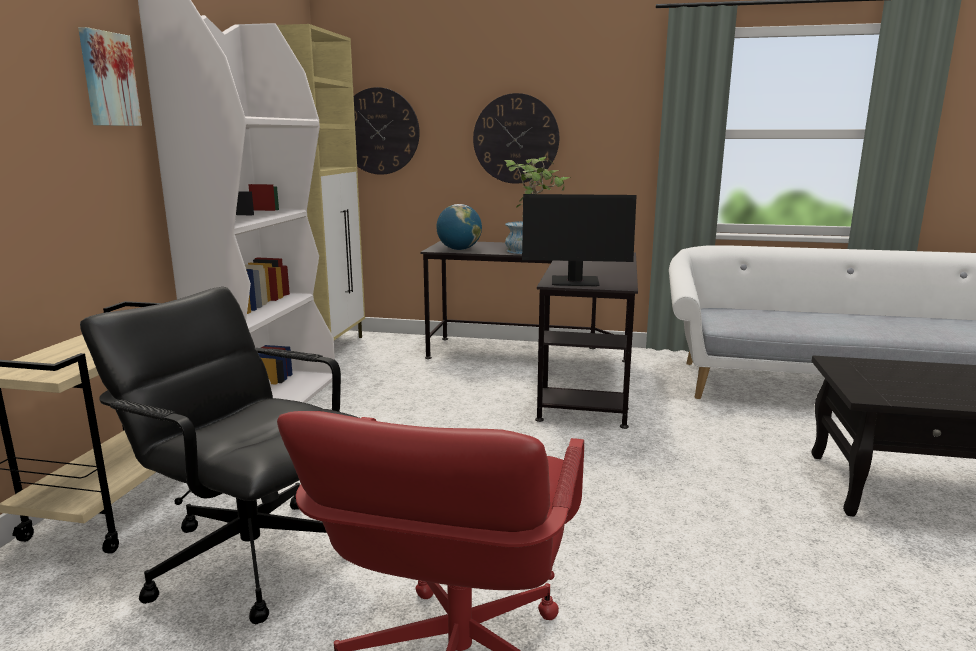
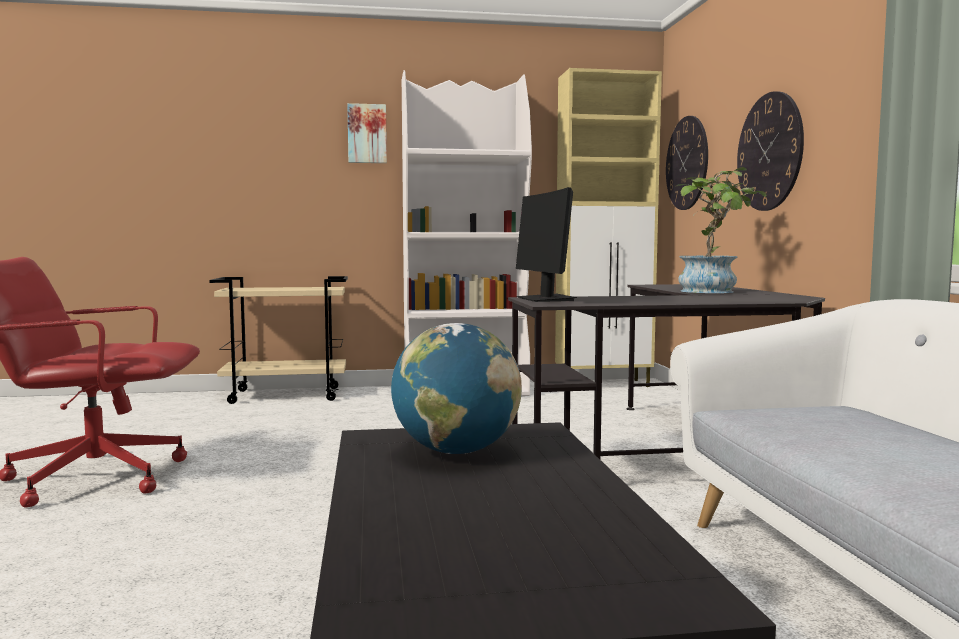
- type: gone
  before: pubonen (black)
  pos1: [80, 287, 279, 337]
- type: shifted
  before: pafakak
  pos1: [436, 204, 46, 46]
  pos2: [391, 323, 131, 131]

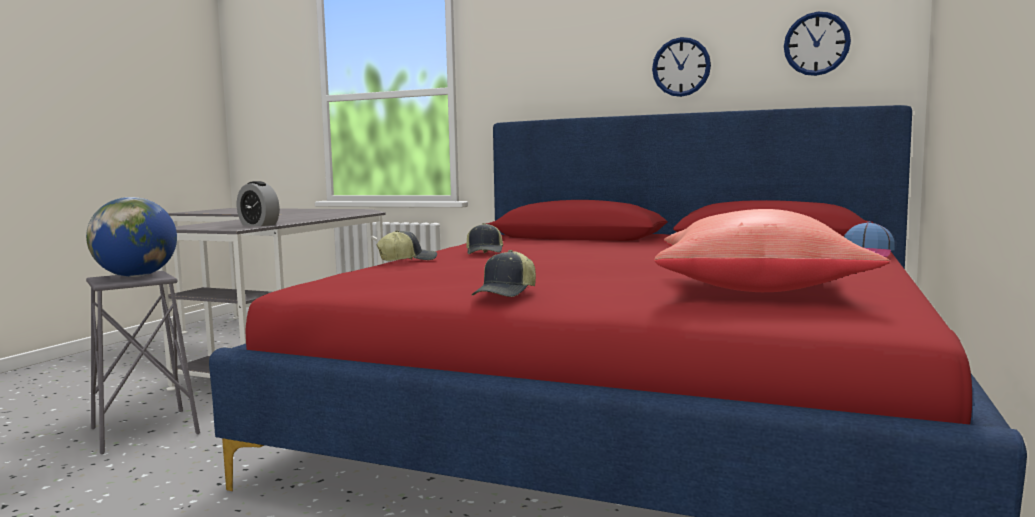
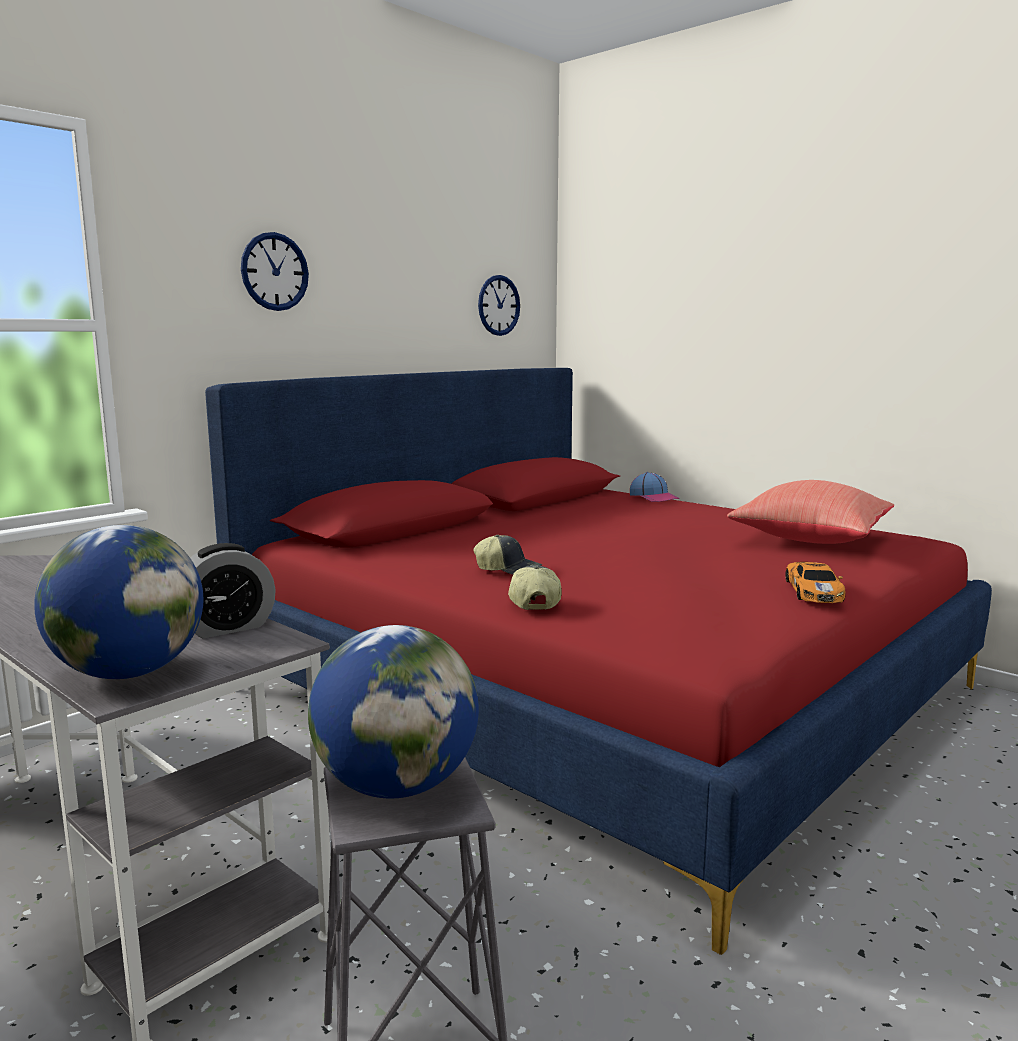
- type: new
  after: pafakak
  pos2: [34, 525, 169, 154]
- type: shifted
  before: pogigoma
  pos1: [652, 37, 59, 60]
  pos2: [241, 232, 68, 79]
- type: swapped
  before: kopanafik
  after: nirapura
  pos1: [472, 250, 64, 47]
  pos2: [785, 562, 61, 41]

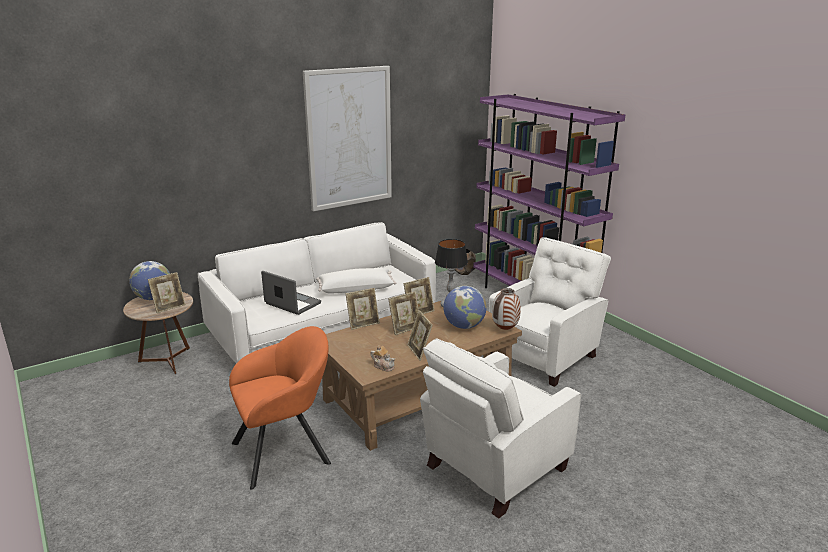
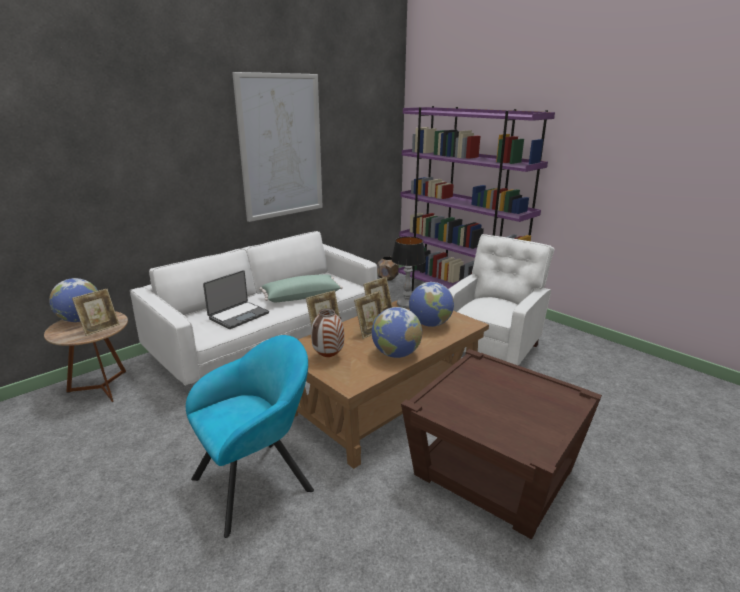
- type: gone
  before: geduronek
  pos1: [370, 345, 25, 27]
- type: shifted
  before: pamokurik
  pos1: [492, 288, 29, 42]
  pos2: [311, 308, 33, 49]
- type: swapped
  before: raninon
  after: pafakak
  pos1: [407, 310, 26, 51]
  pos2: [372, 307, 50, 51]
- type: swapped
  before: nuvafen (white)
  after: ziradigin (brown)
  pos1: [420, 338, 161, 181]
  pos2: [401, 349, 201, 190]
- type: repainted
  before: nuvafen (orange)
  after: nuvafen (turquoise)
  pos1: [229, 326, 102, 163]
  pos2: [186, 335, 128, 203]
- type: repainted
  before: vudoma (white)
  after: vudoma (green)
  pos1: [316, 268, 80, 25]
  pos2: [259, 274, 84, 28]
- type: rotated
  before: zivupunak
  pos1: [261, 271, 60, 44]
  pos2: [203, 270, 66, 59]
  turn: 105

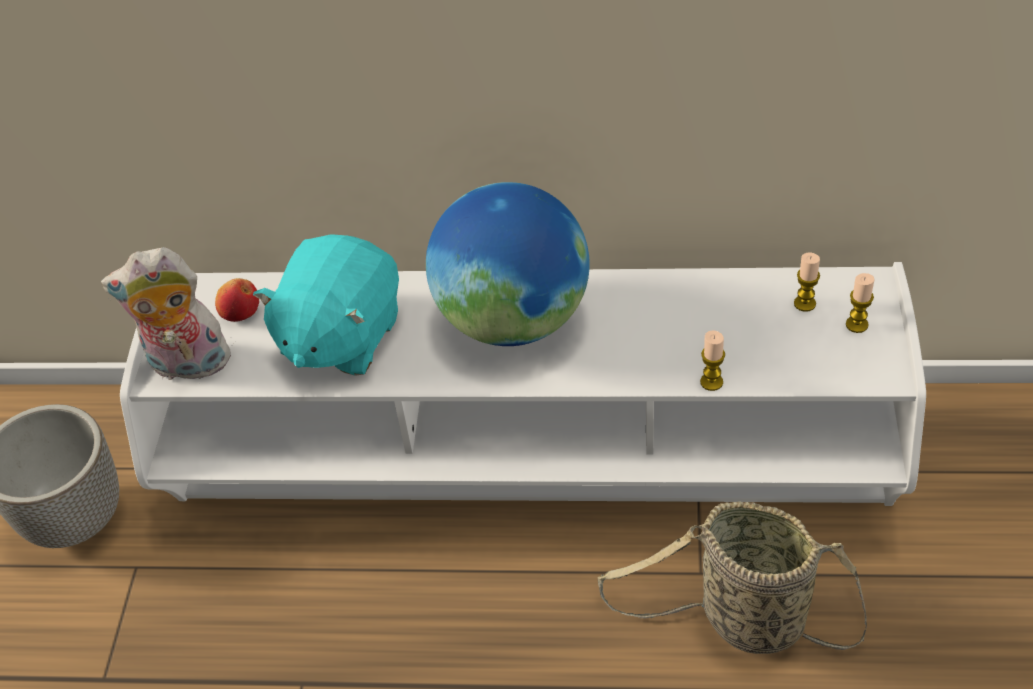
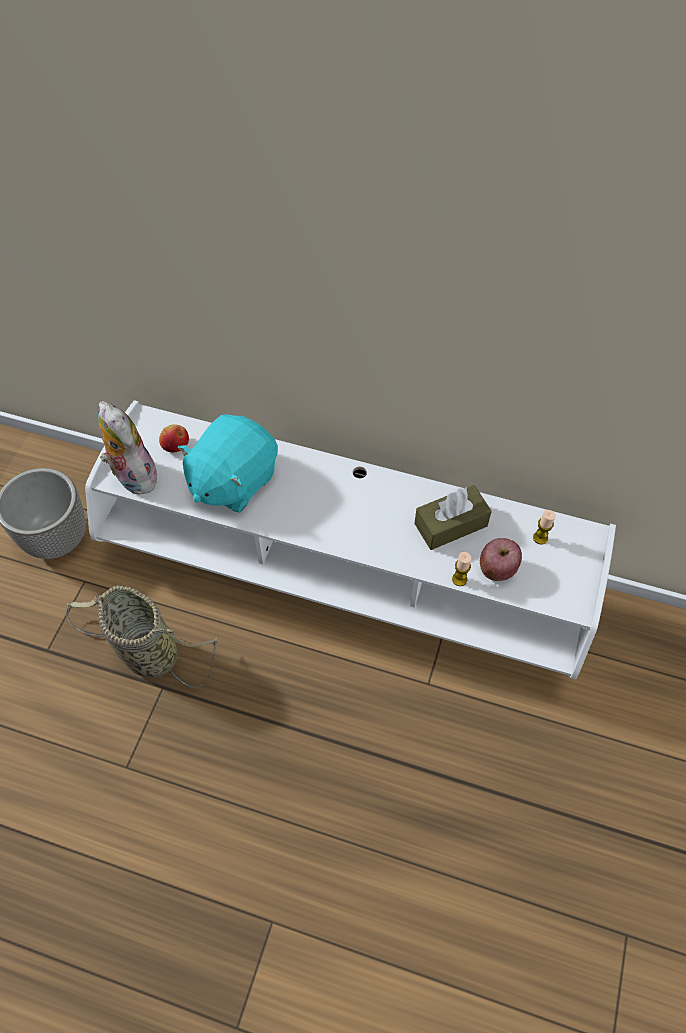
- type: gone
  before: pafakak
  pos1: [426, 182, 164, 164]
- type: gone
  before: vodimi
  pos1: [846, 273, 29, 60]
- type: new
  after: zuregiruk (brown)
  pos2: [414, 485, 78, 65]
- type: new
  after: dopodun
  pos2: [480, 538, 42, 43]
- type: shifted
  before: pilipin
  pos1: [598, 501, 269, 153]
  pos2: [66, 585, 151, 103]
- type: rotated
  before: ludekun
  pos1: [101, 247, 132, 133]
  pos2: [98, 401, 61, 94]
  turn: 45

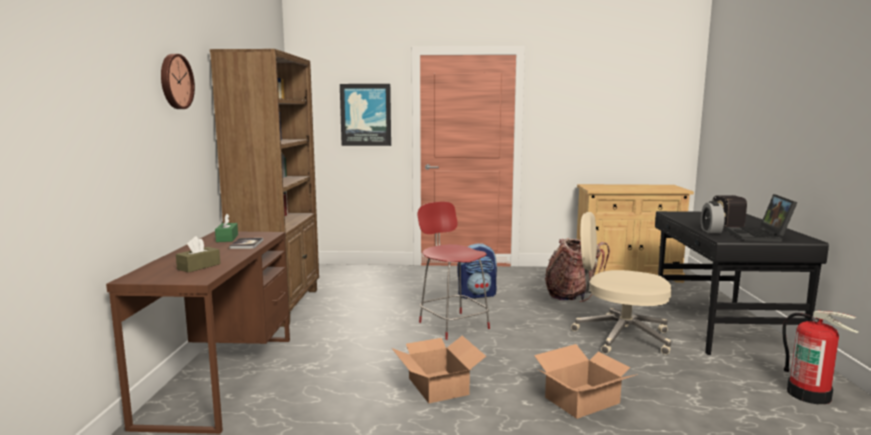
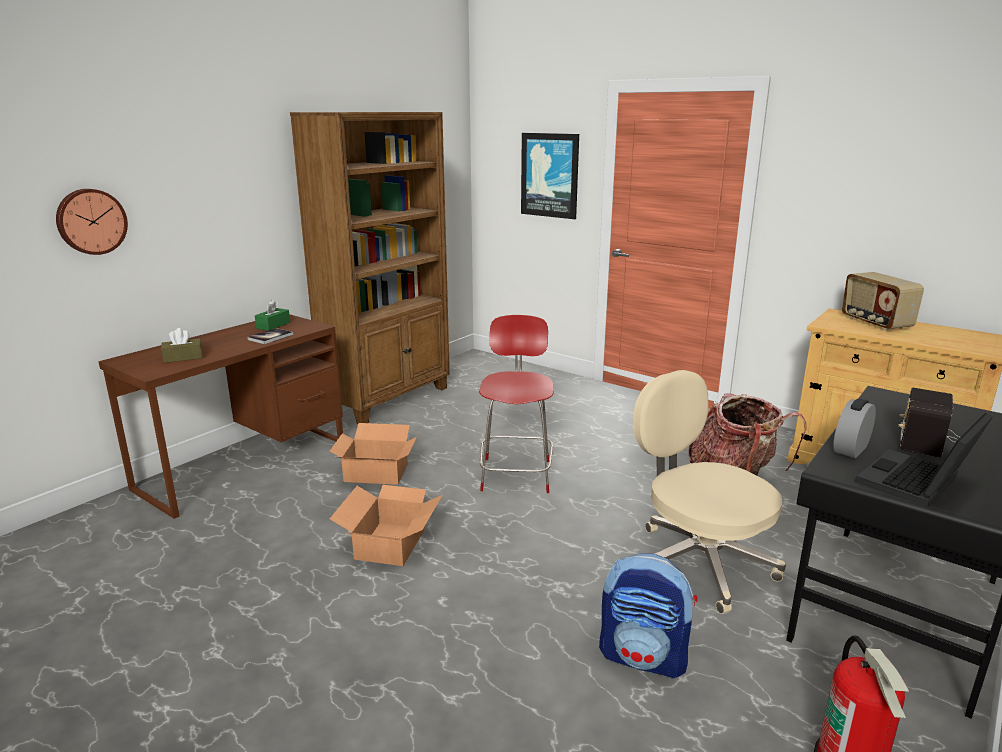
- type: new
  after: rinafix
  pos2: [842, 272, 82, 59]
- type: shifted
  before: pogigoma
  pos1: [161, 54, 34, 55]
  pos2: [56, 189, 72, 66]
- type: shifted
  before: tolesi
  pos1: [457, 243, 40, 56]
  pos2: [599, 554, 99, 125]
- type: shifted
  before: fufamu
  pos1: [534, 344, 104, 75]
  pos2: [330, 423, 87, 62]

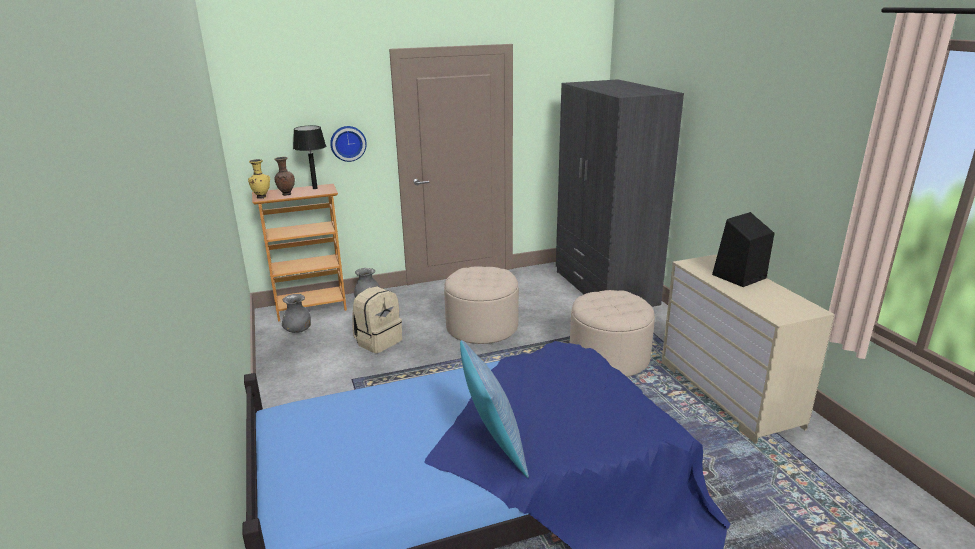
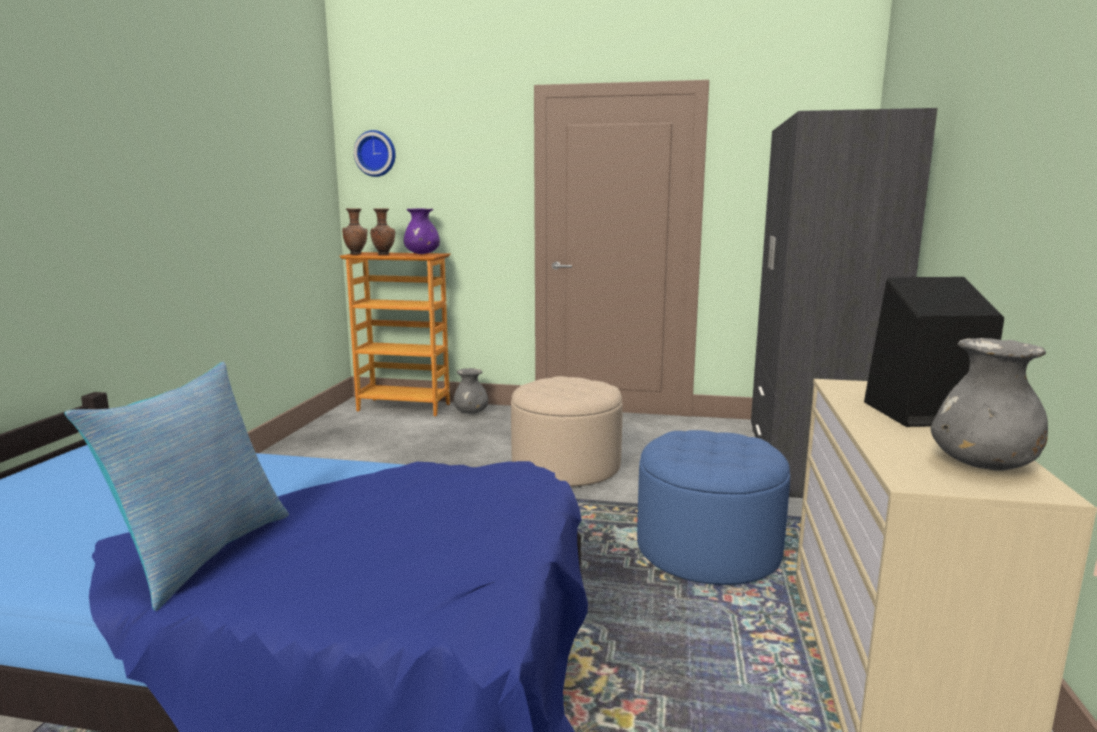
- type: gone
  before: tolesi (beige)
  pos1: [352, 286, 50, 67]
- type: shifted
  before: pamokurik (grey)
  pos1: [282, 294, 29, 39]
  pos2: [931, 338, 117, 133]
- type: shifted
  before: pogigoma
  pos1: [330, 126, 37, 36]
  pos2: [354, 130, 42, 47]
- type: swapped
  before: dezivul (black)
  after: pamokurik (purple)
  pos1: [293, 126, 33, 63]
  pos2: [404, 208, 36, 46]
- type: repainted
  before: pamokurik (yellow)
  after: pamokurik (brown)
  pos1: [248, 159, 22, 40]
  pos2: [342, 208, 26, 47]
- type: repainted
  before: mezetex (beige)
  after: mezetex (blue)
  pos1: [570, 290, 85, 87]
  pos2: [637, 430, 153, 155]

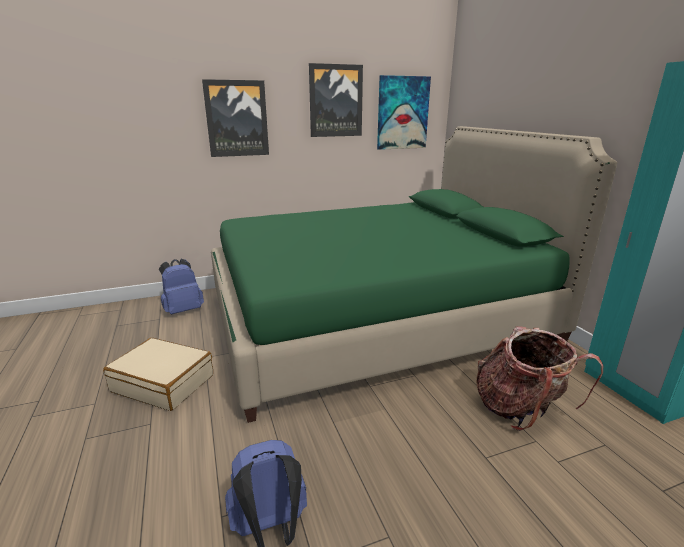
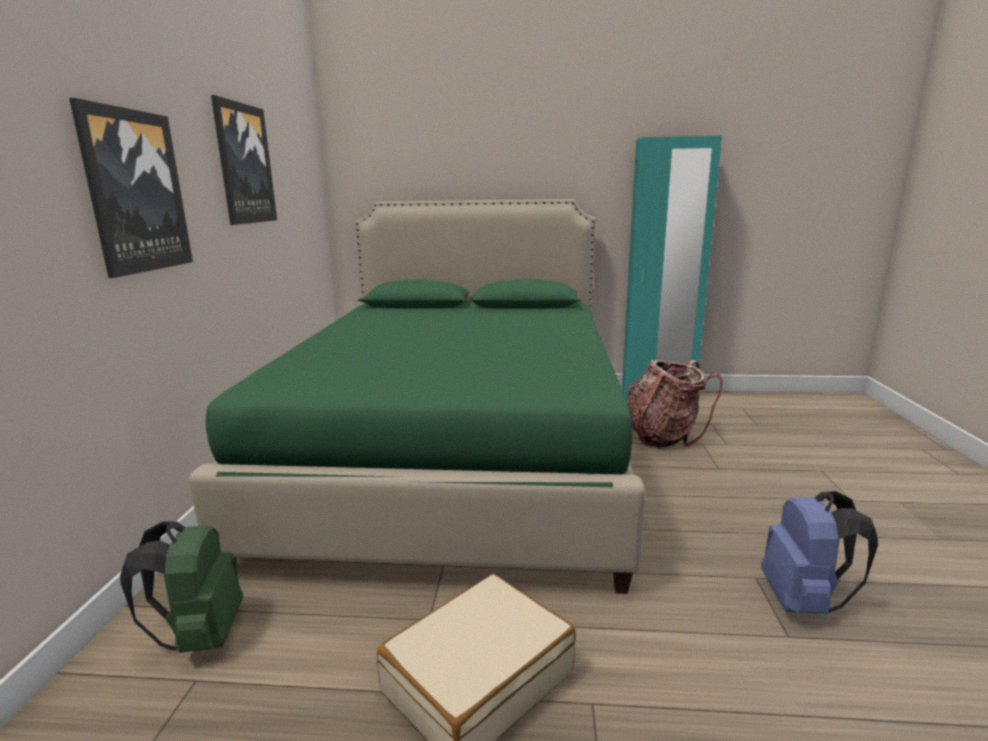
- type: gone
  before: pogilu
  pos1: [377, 75, 54, 75]
- type: repainted
  before: tolesi (blue)
  after: tolesi (green)
  pos1: [159, 259, 45, 55]
  pos2: [120, 521, 123, 132]

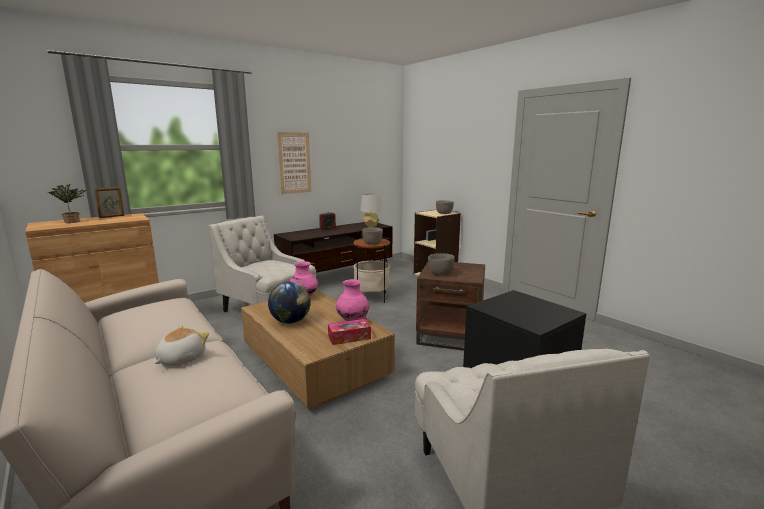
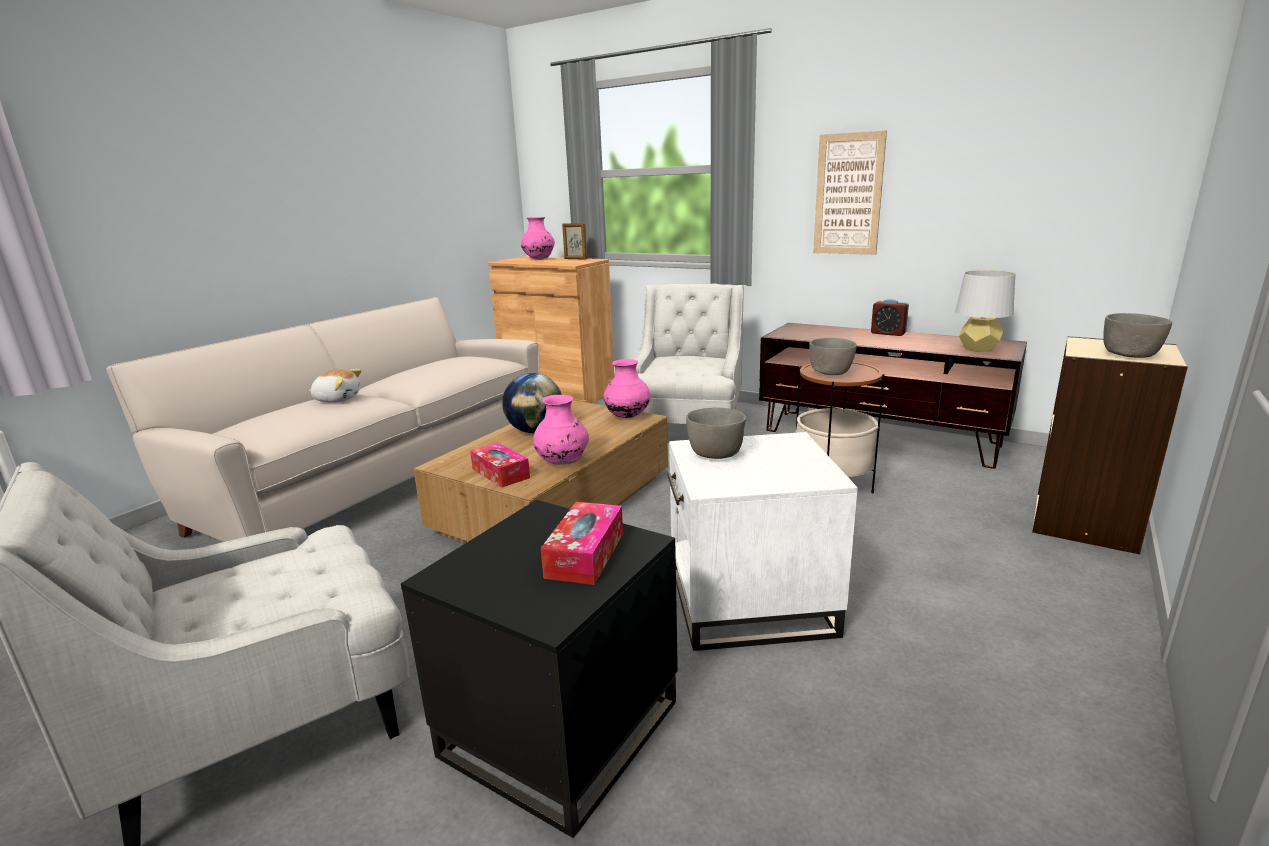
- type: new
  after: zuregiruk
  pos2: [541, 502, 82, 83]
- type: swapped
  before: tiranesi
  after: pamokurik (pink)
  pos1: [48, 184, 39, 39]
  pos2: [521, 217, 34, 43]
- type: repainted
  before: ziradigin (brown)
  after: ziradigin (white)
  pos1: [416, 262, 69, 89]
  pos2: [667, 432, 191, 219]

